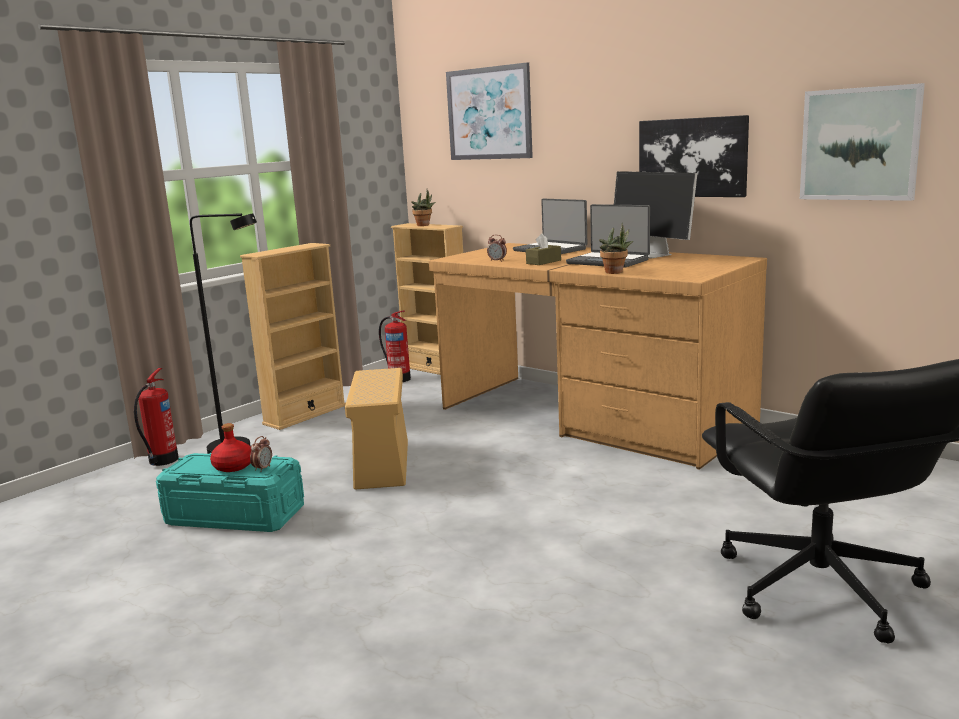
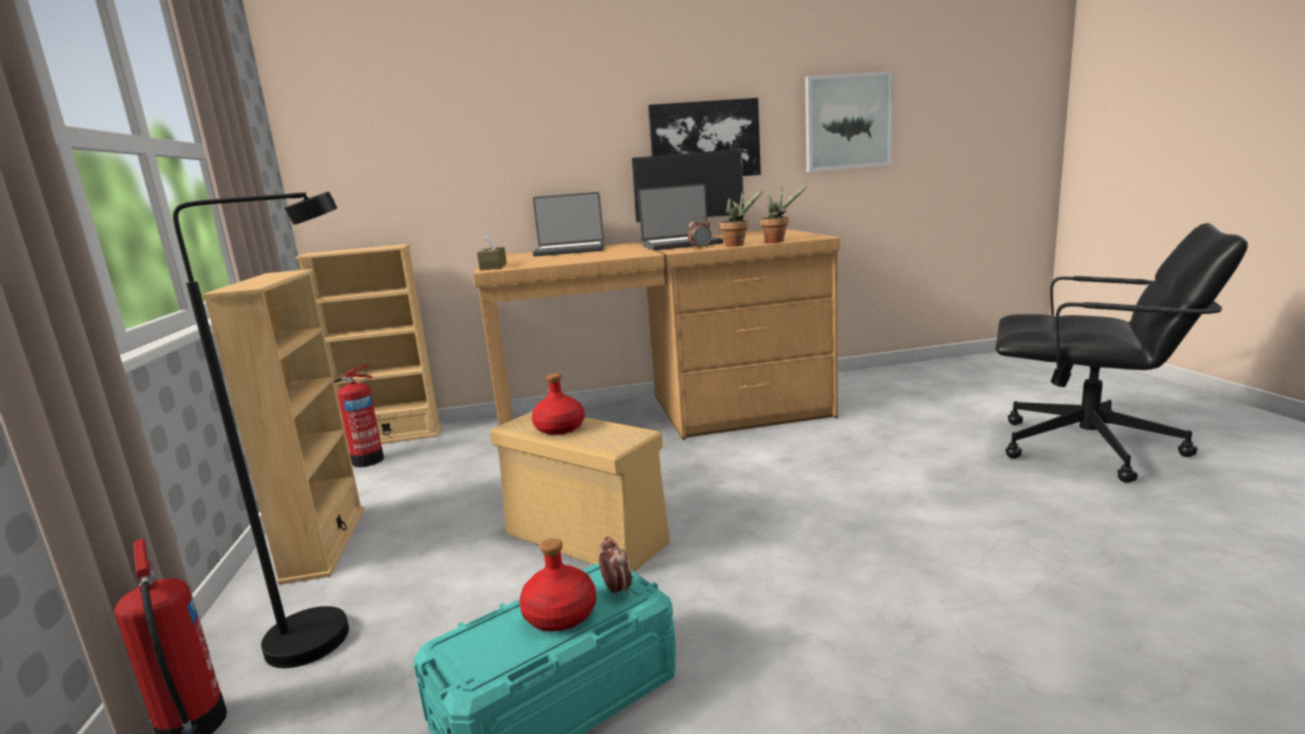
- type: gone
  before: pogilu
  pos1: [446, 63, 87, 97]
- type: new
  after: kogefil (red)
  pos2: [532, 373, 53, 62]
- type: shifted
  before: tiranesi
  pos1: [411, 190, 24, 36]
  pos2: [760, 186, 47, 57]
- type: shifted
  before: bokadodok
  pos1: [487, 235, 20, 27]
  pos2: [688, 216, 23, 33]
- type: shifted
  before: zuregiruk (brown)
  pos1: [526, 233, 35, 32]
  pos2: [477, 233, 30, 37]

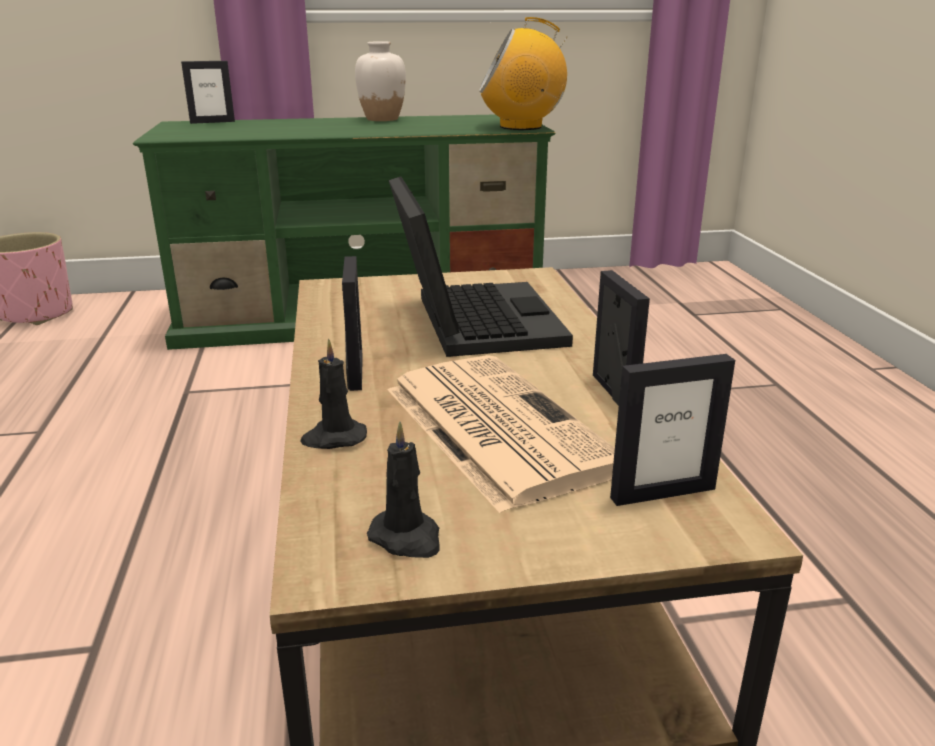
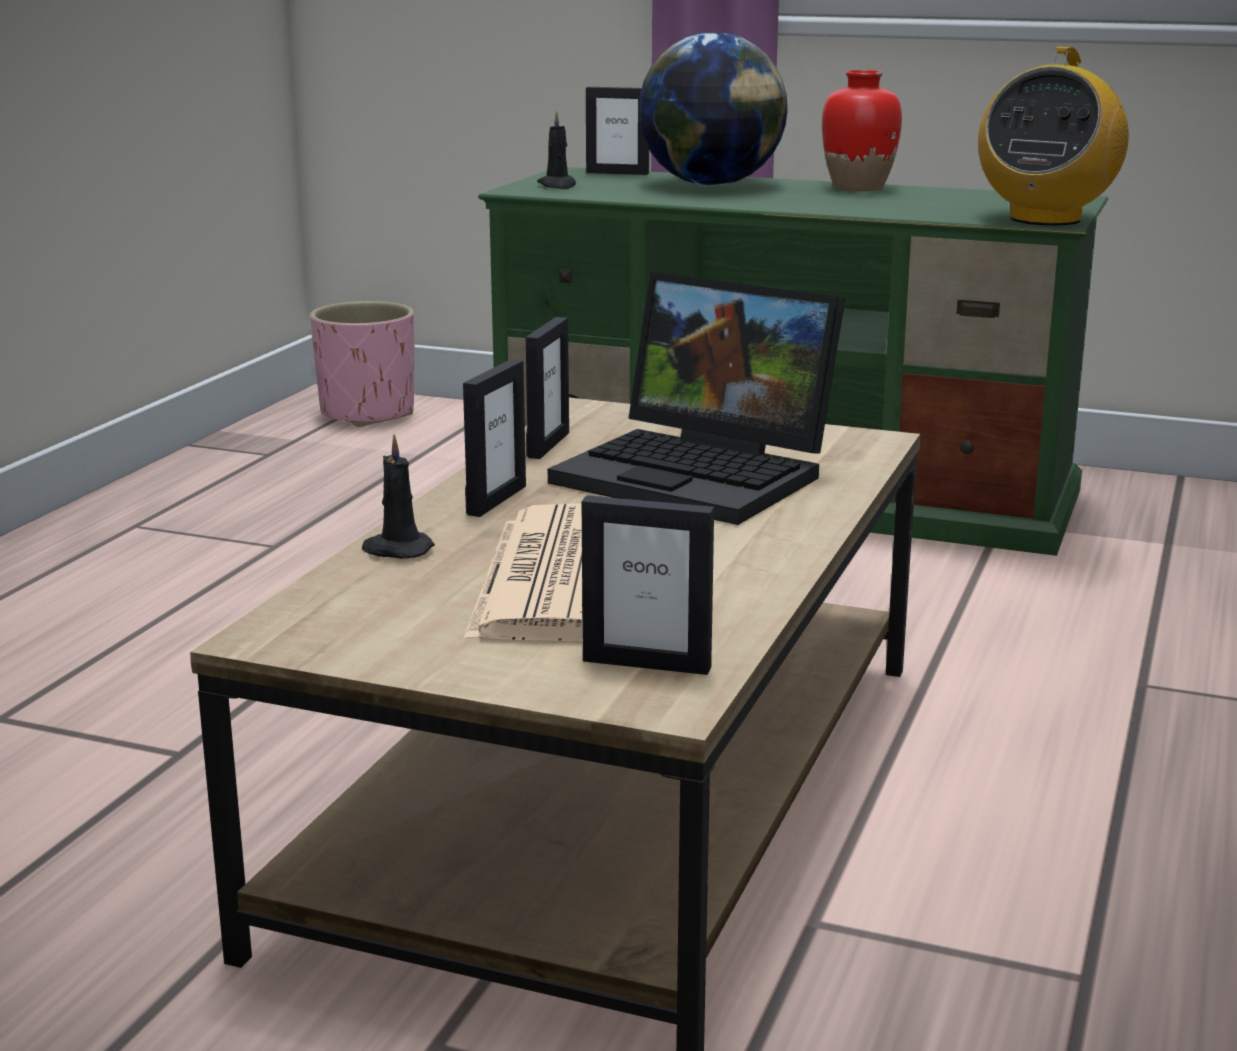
- type: new
  after: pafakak
  pos2: [638, 32, 150, 154]
- type: shifted
  before: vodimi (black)
  pos1: [367, 421, 73, 137]
  pos2: [537, 110, 39, 79]
- type: shifted
  before: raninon
  pos1: [593, 270, 57, 136]
  pos2: [526, 317, 43, 142]
- type: repainted
  before: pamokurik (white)
  after: pamokurik (red)
  pos1: [355, 41, 51, 80]
  pos2: [822, 70, 80, 121]
- type: rotated
  before: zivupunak
  pos1: [388, 177, 185, 180]
  pos2: [548, 272, 297, 253]
  turn: 105
- type: rotated
  before: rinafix
  pos1: [479, 17, 88, 113]
  pos2: [978, 47, 151, 179]
  turn: -90

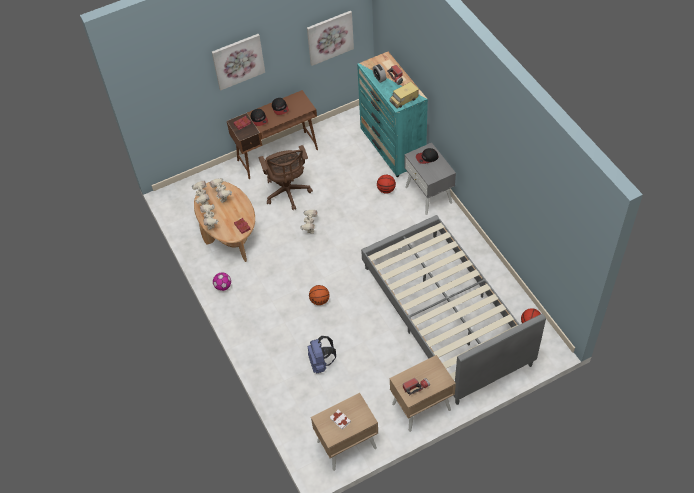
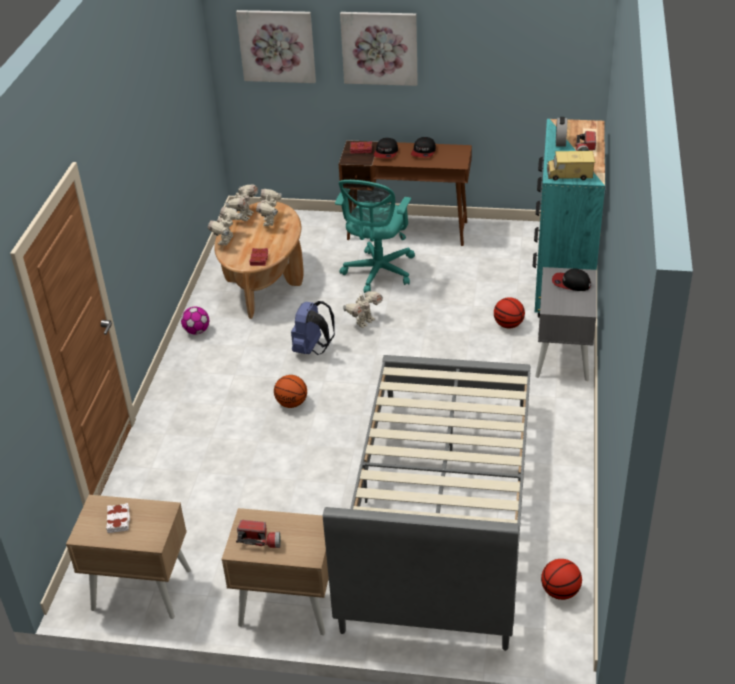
- type: shifted
  before: pogilu
  pos1: [307, 11, 47, 55]
  pos2: [236, 10, 80, 73]
- type: shifted
  before: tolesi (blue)
  pos1: [308, 336, 28, 38]
  pos2: [291, 301, 44, 54]
- type: repainted
  before: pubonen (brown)
  after: pubonen (turquoise)
  pos1: [259, 145, 54, 65]
  pos2: [335, 180, 80, 113]

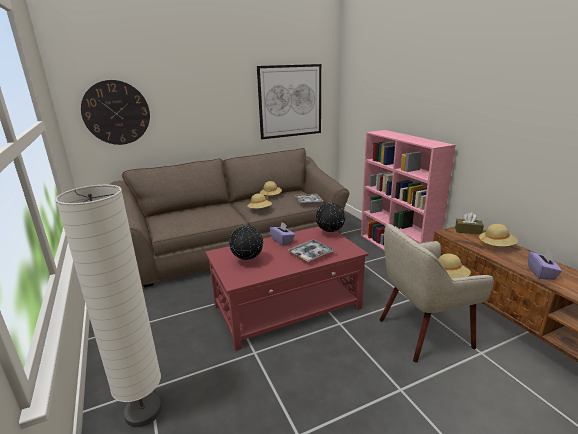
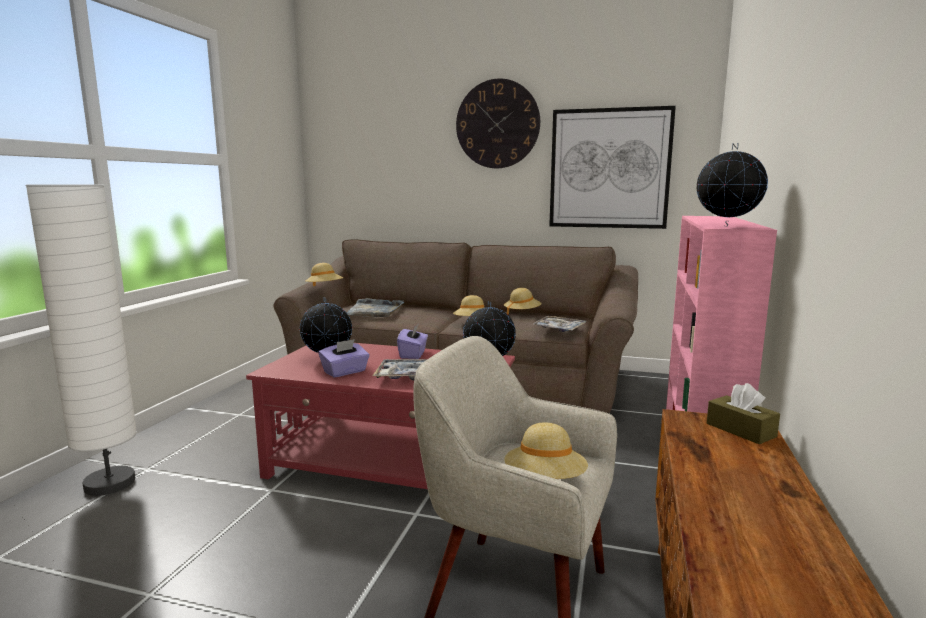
- type: new
  after: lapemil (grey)
  pos2: [347, 298, 57, 19]
- type: new
  after: pafakak
  pos2: [697, 143, 71, 84]
- type: shifted
  before: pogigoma
  pos1: [81, 80, 69, 65]
  pos2: [456, 78, 84, 90]
- type: shifted
  before: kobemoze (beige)
  pos1: [479, 224, 39, 23]
  pos2: [306, 263, 37, 23]
- type: shifted
  before: zuregiruk (purple)
  pos1: [528, 250, 34, 30]
  pos2: [319, 339, 51, 38]

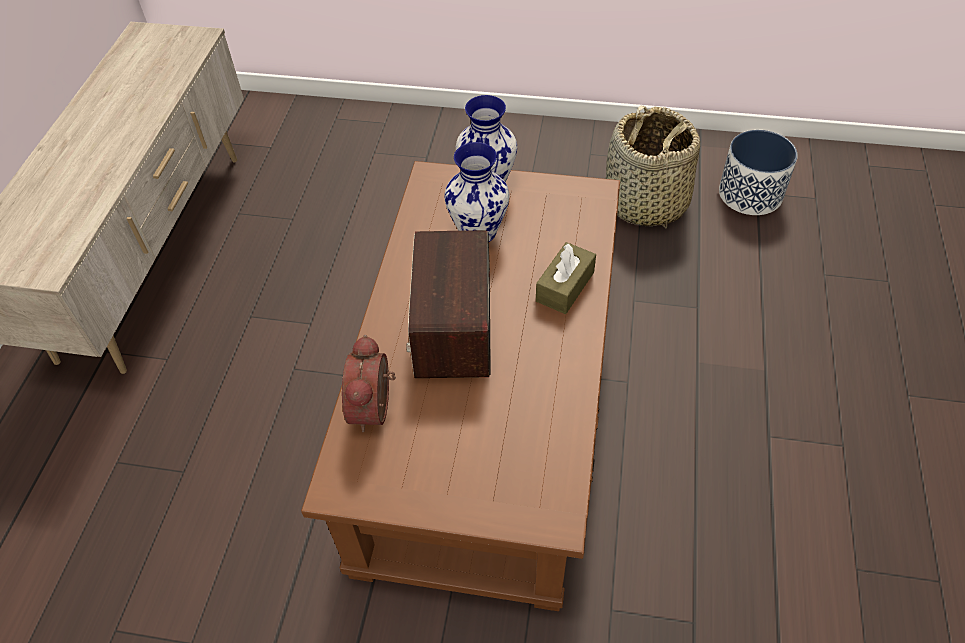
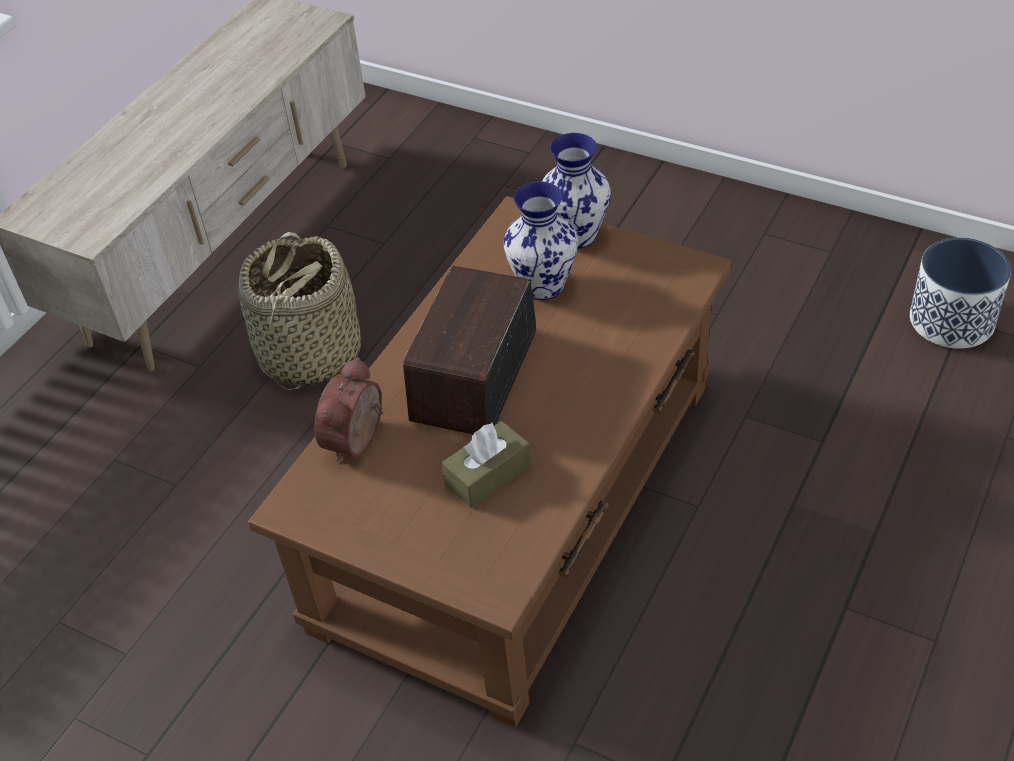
- type: shifted
  before: zuregiruk (brown)
  pos1: [536, 242, 60, 72]
  pos2: [441, 421, 90, 87]
- type: shifted
  before: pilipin
  pos1: [606, 106, 94, 122]
  pos2: [238, 232, 123, 158]

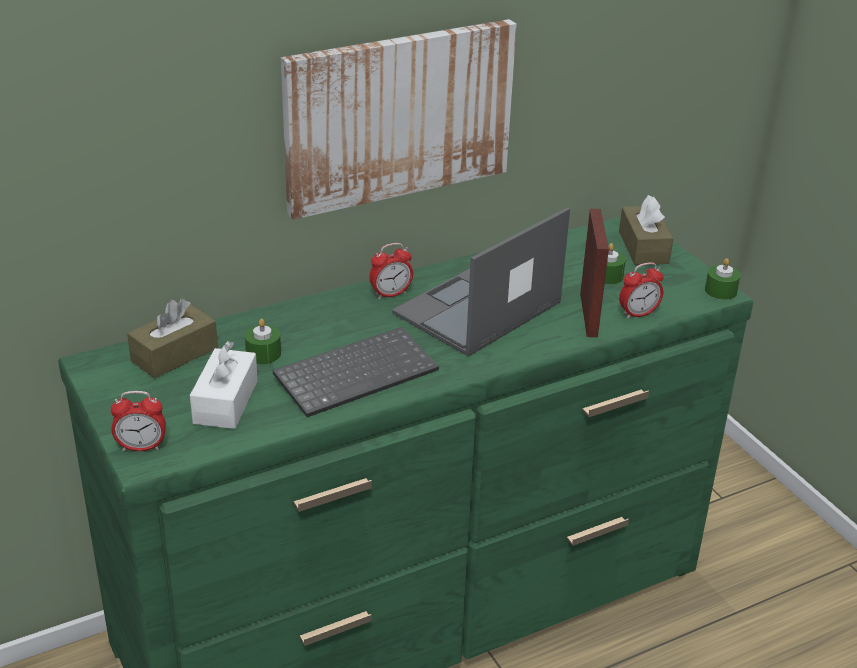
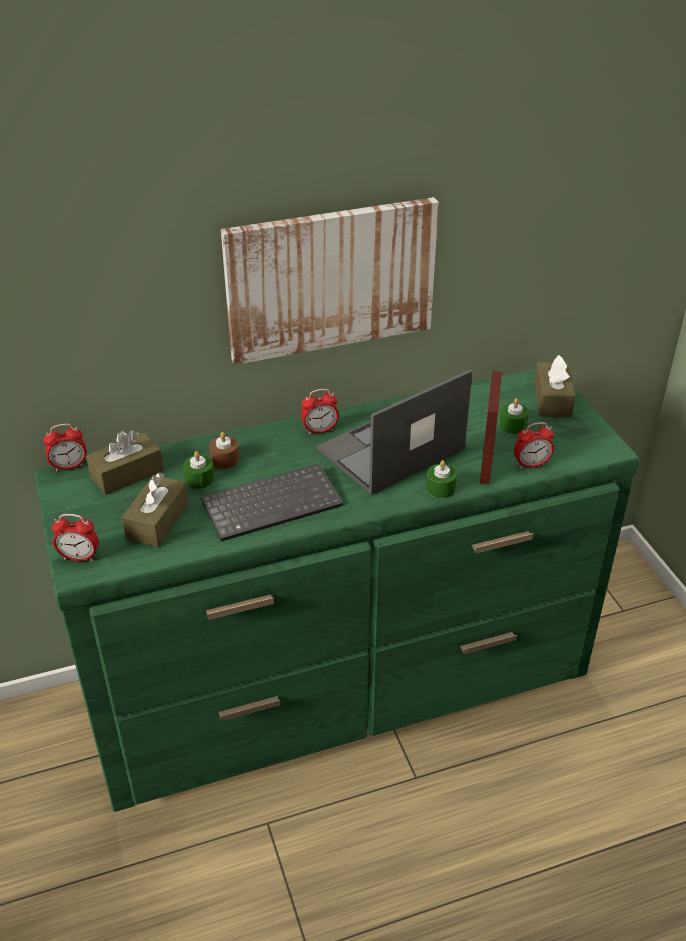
- type: new
  after: bokadodok
  pos2: [43, 424, 44, 48]
- type: new
  after: vodimi (brown)
  pos2: [209, 432, 30, 37]
- type: shifted
  before: vodimi (green)
  pos1: [705, 258, 36, 42]
  pos2: [426, 460, 31, 38]
- type: repainted
  before: zuregiruk (white)
  after: zuregiruk (brown)
  pos1: [190, 341, 68, 88]
  pos2: [122, 472, 66, 75]

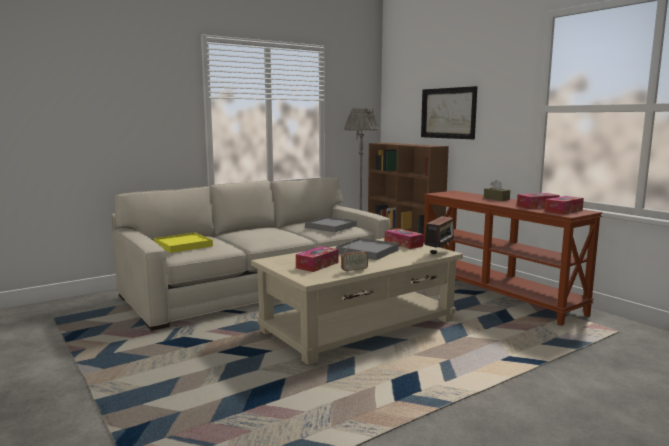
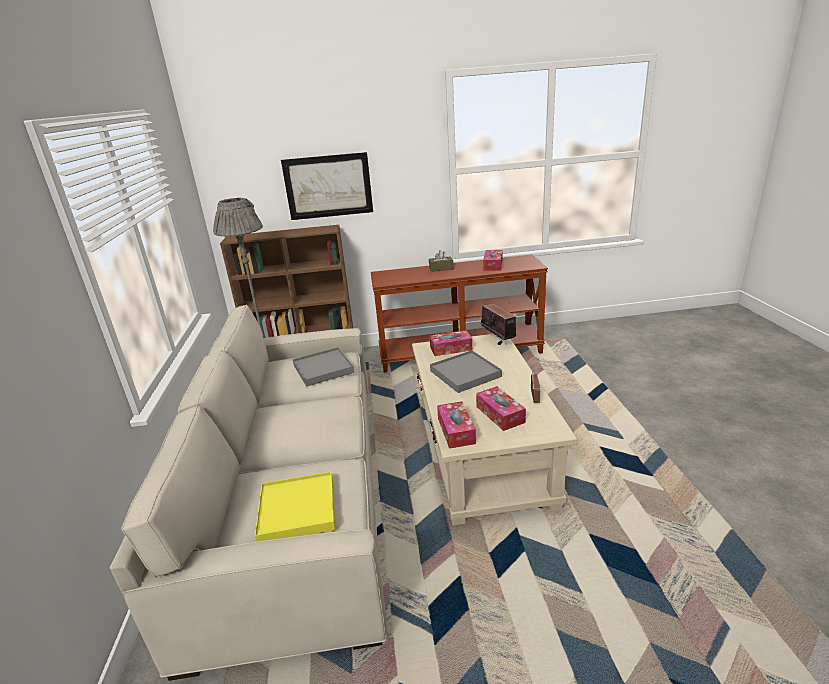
- type: shifted
  before: zuregiruk
  pos1: [544, 196, 40, 19]
  pos2: [437, 401, 39, 48]

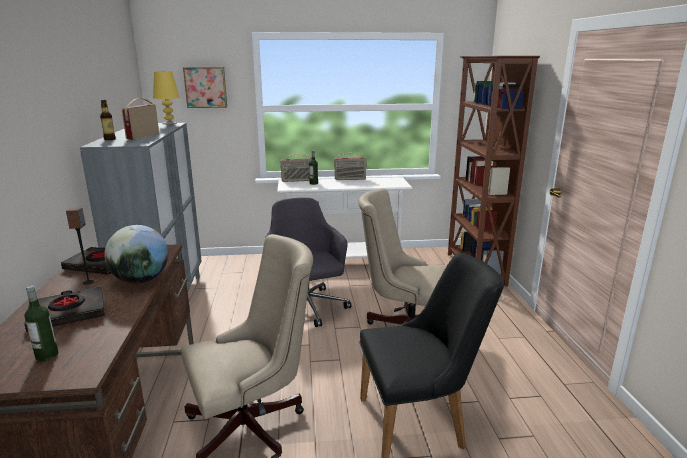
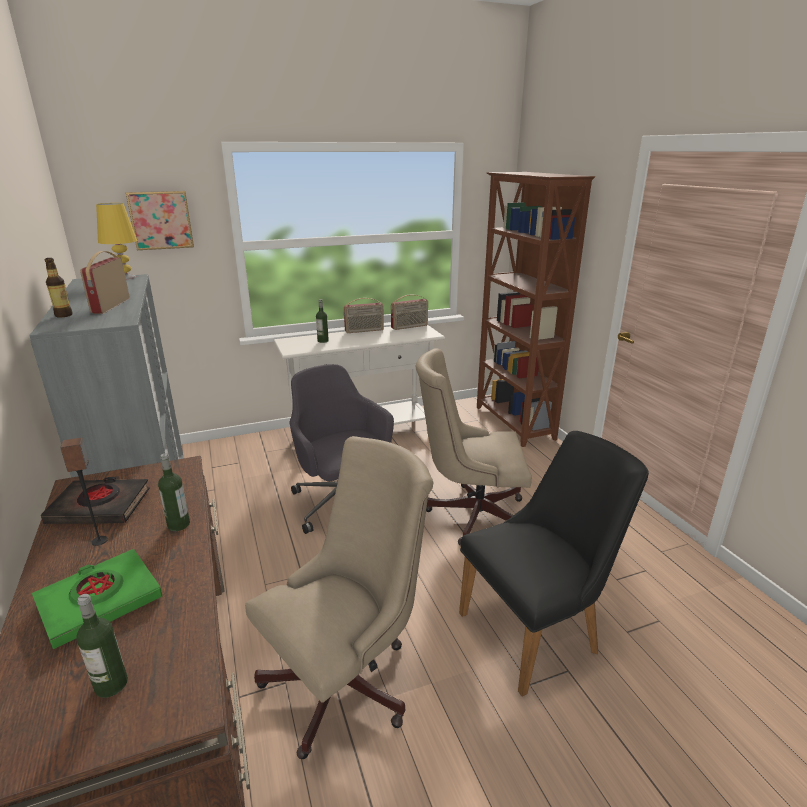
- type: shifted
  before: rinafix
  pos1: [280, 154, 32, 28]
  pos2: [391, 294, 37, 36]
- type: swapped
  before: pafakak
  after: kogefil
  pos1: [104, 225, 64, 58]
  pos2: [158, 453, 32, 78]
- type: repainted
  before: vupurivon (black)
  after: vupurivon (green)
  pos1: [24, 286, 81, 46]
  pos2: [32, 549, 130, 100]

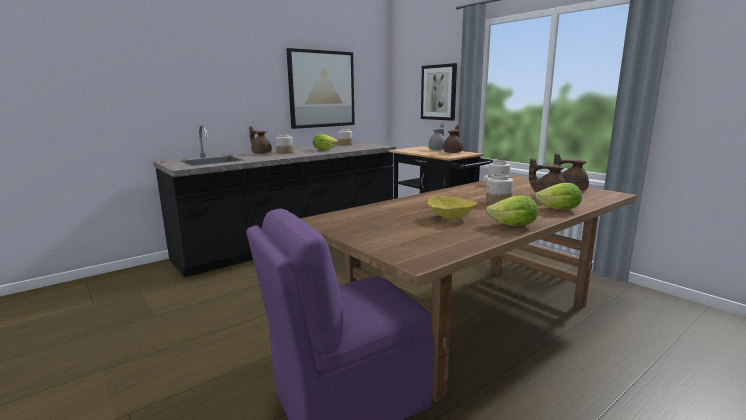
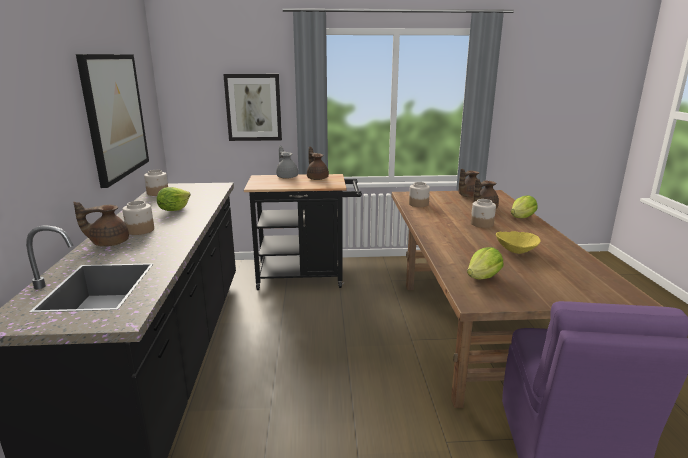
- type: shifted
  before: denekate
  pos1: [486, 195, 52, 31]
  pos2: [467, 247, 36, 33]

